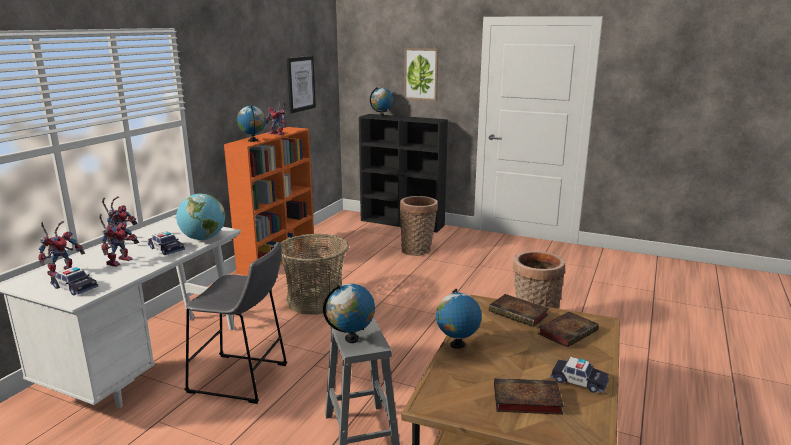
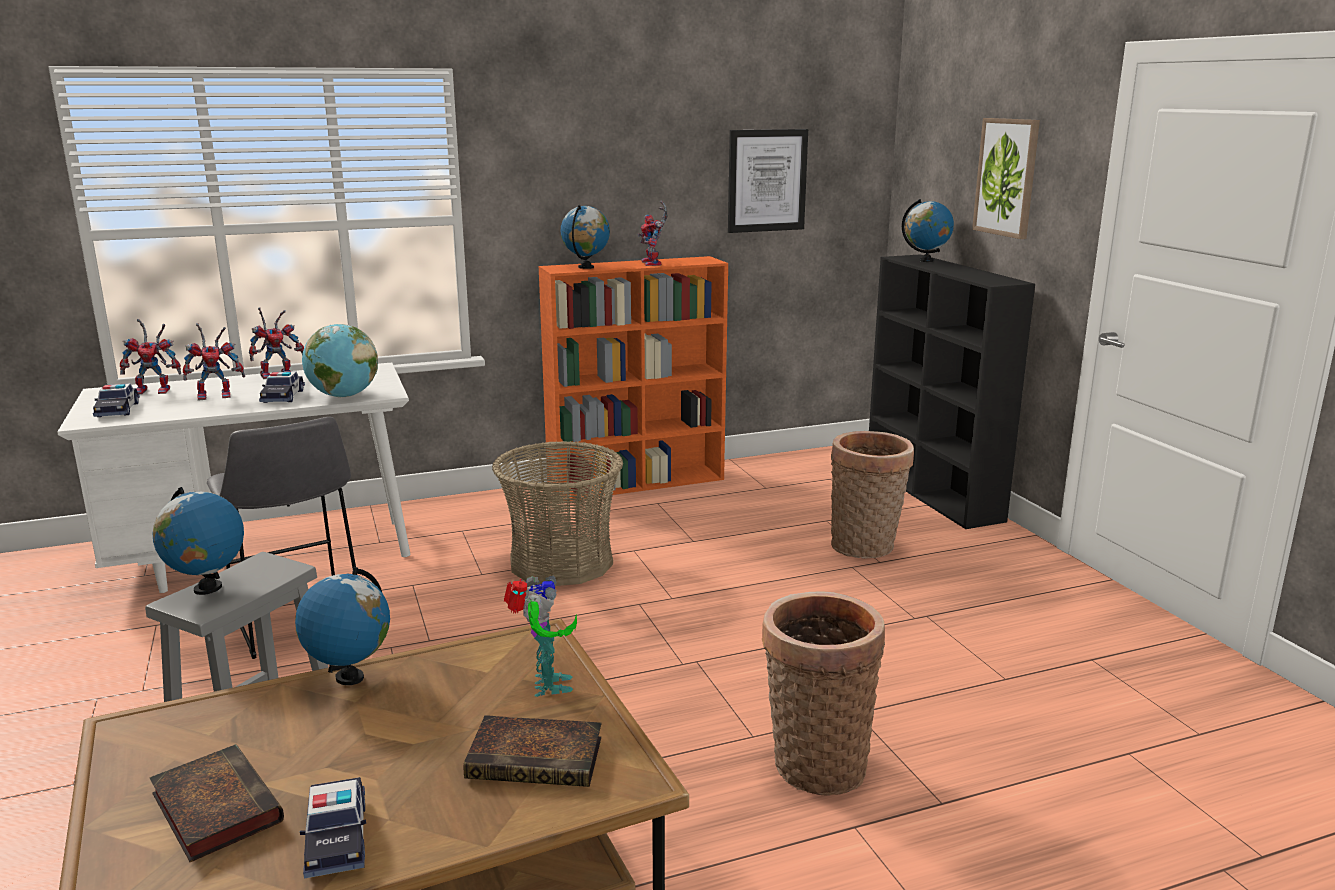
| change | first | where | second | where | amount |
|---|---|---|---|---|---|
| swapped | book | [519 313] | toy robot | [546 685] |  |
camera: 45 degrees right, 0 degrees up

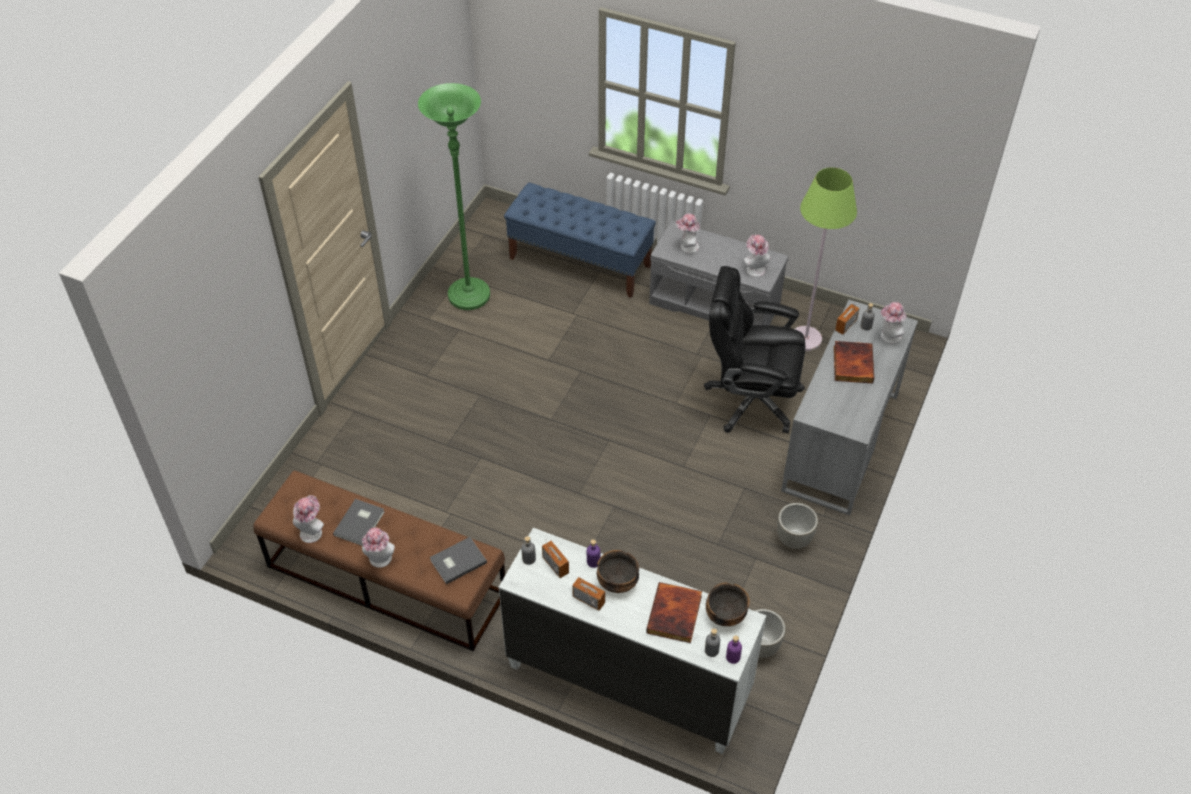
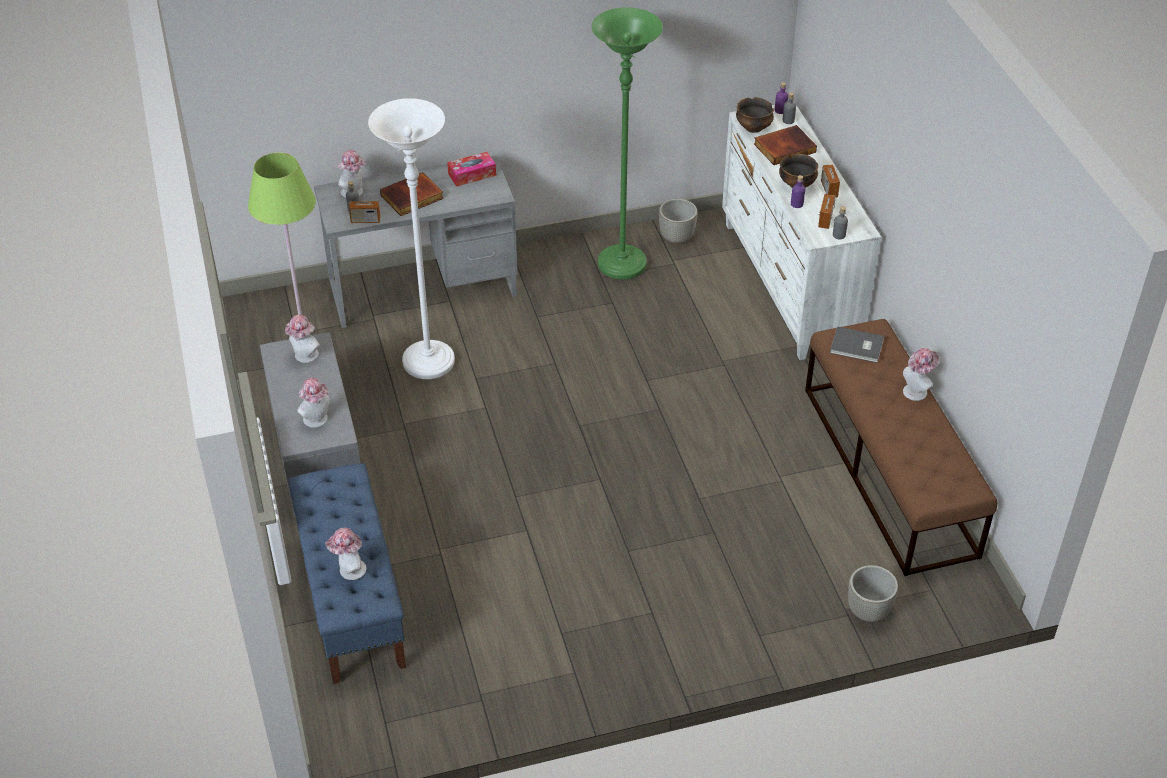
| change | first | where | second | where | amount |
|---|---|---|---|---|---|
| gone | grey book | [360 523] |  |  |  |
| new |  |  | tissue box | [472 174] |  |
| shifted | hat | [312 531] |  | [349 571] |  |
| shifted | green floor lamp | [469 296] |  | [622 265] |  |
| shifted | grey planter | [793 539] |  | [868 611] |  |
| swapped | black office chair | [750 399] | white floor lamp | [428 362] |  |
camera: 130 degrees left, 5 degrees down

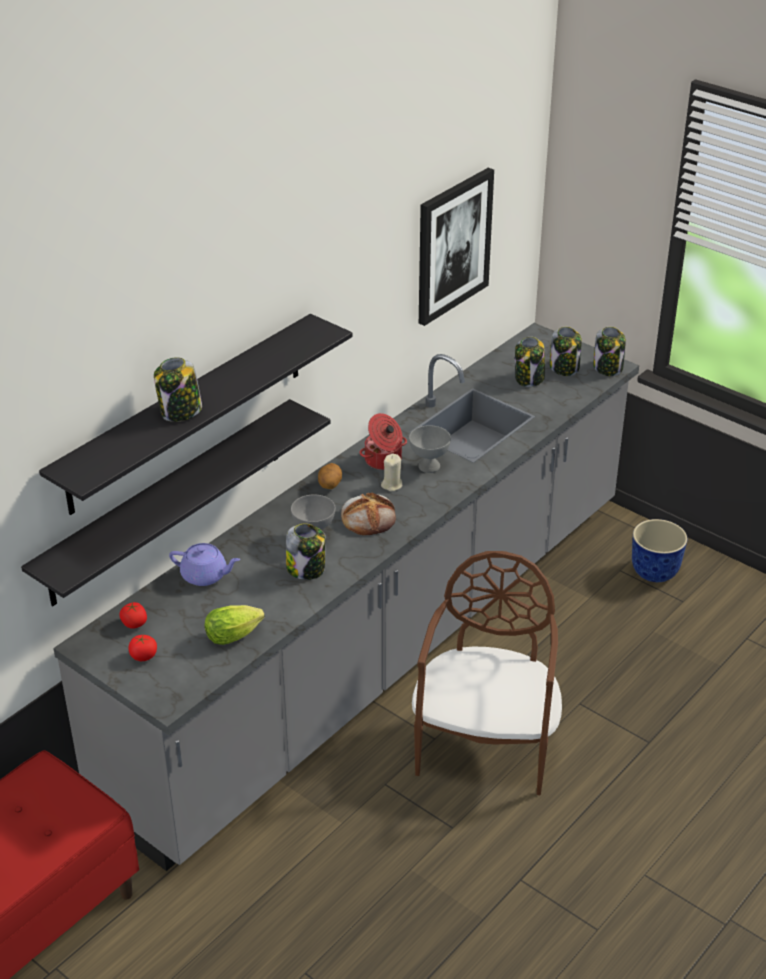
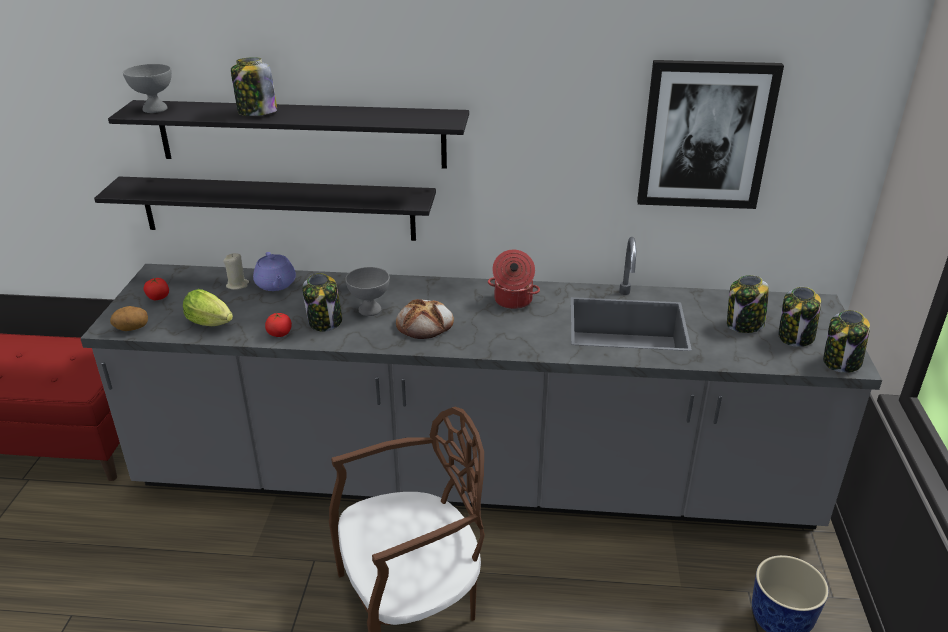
| change | first | where | second | where | amount |
|---|---|---|---|---|---|
| shifted | tomato | [134 624] |  | [279 334] |  |
| shifted | potato | [329 485] |  | [132 328] |  |
| shifted | beige candle | [392 485] |  | [237 285] |  |
| shifted | grey bowl | [429 466] |  | [156 109] |  |
camera: 55 degrees right, 5 degrees down

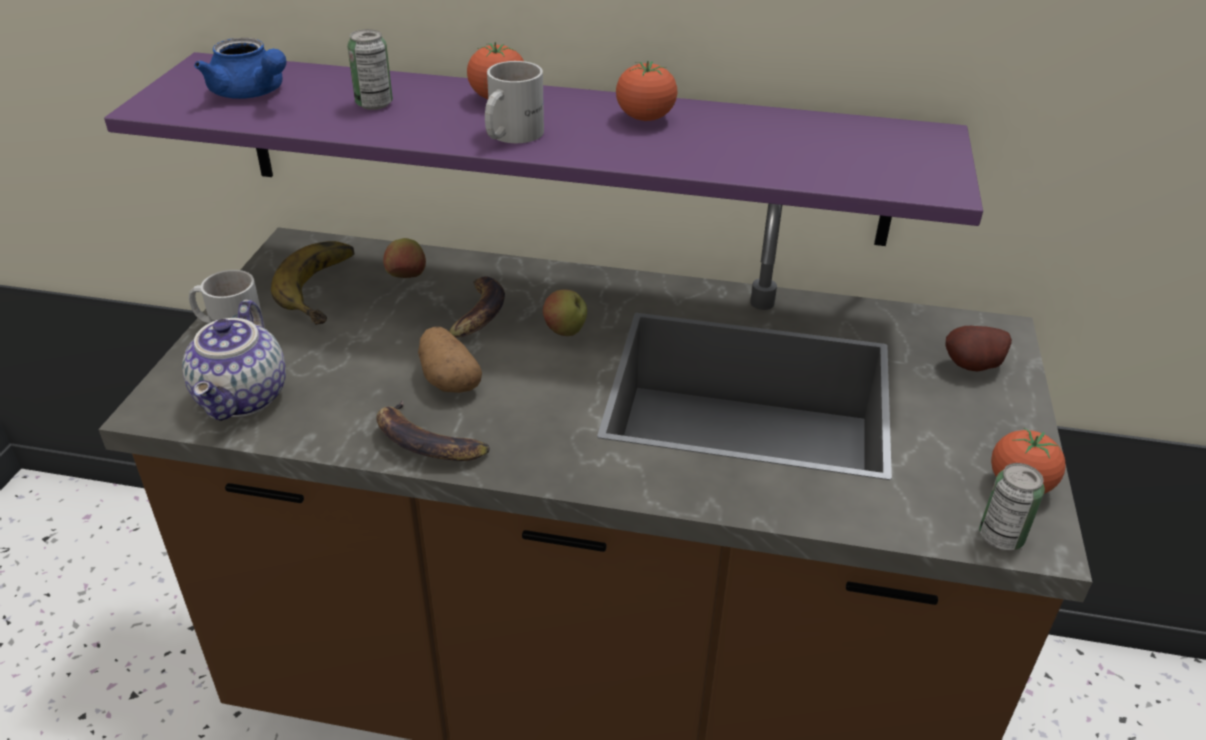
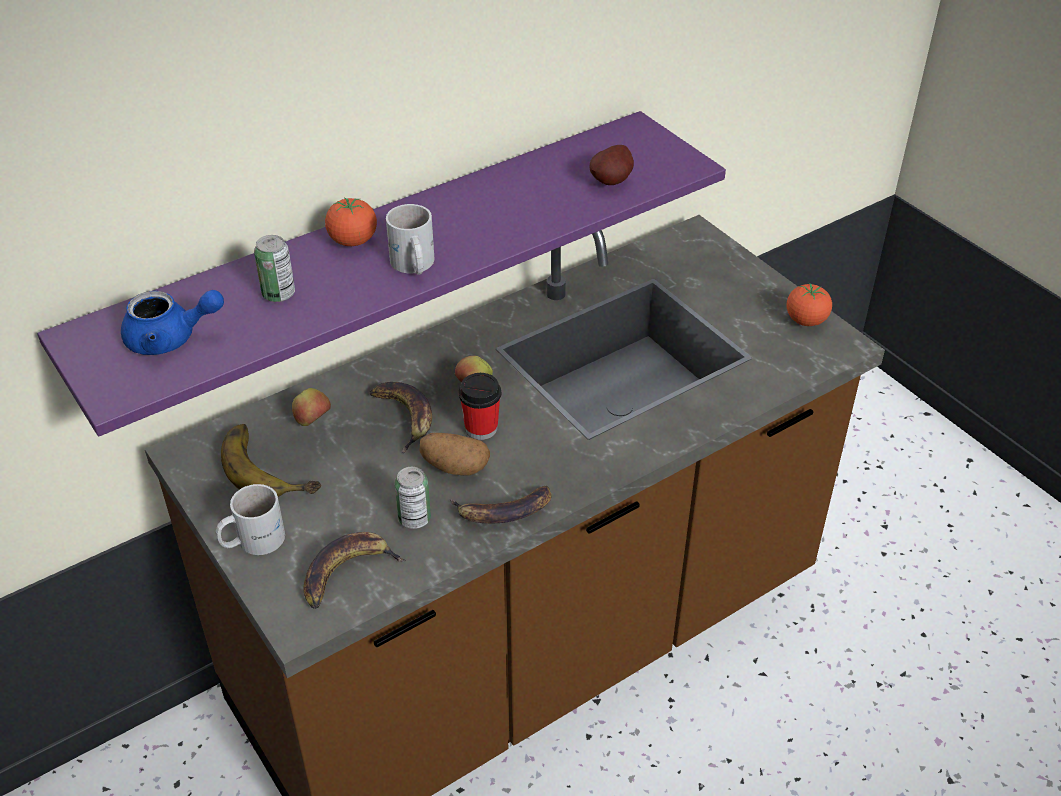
| change | first | where | second | where | amount |
|---|---|---|---|---|---|
| gone | tomato | [645 118] |  |  |  |
| new |  |  | cup | [481 428] |  |
| shifted | potato | [974 368] |  | [613 182] |  |
| shifted | can | [1000 537] |  | [414 519] |  |
| swapped | teapot | [244 398] | banana | [347 572] |  |
camera: 45 degrees left, 5 degrees up

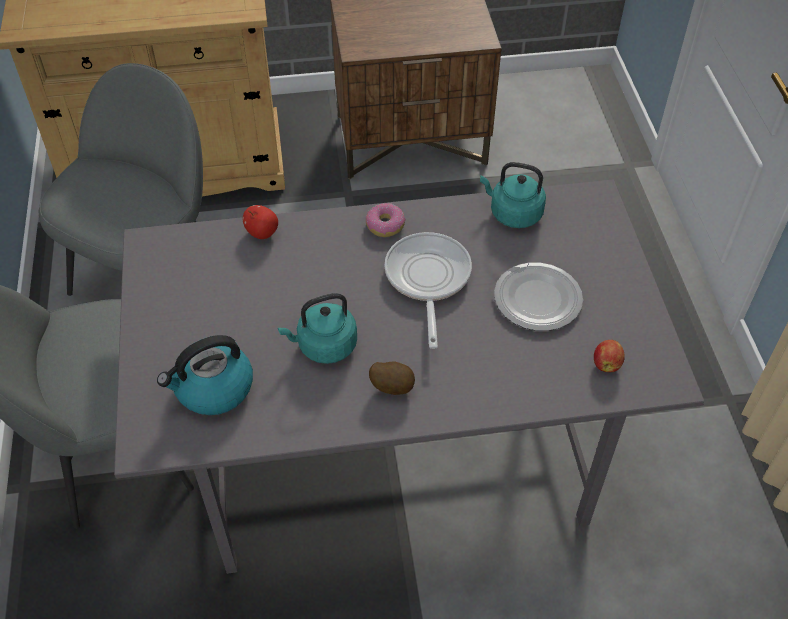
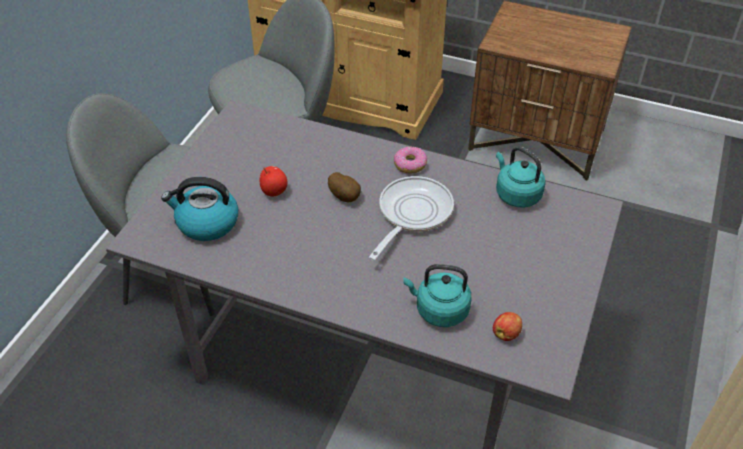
| change | first | where | second | where | amount |
|---|---|---|---|---|---|
| gone | plate | [537 300] |  |  |  |
| shifted | apple | [262 233] |  | [274 191] |  |
| shifted | turquoise kettle | [324 346] |  | [439 310] |  |
| shifted | potato | [392 386] |  | [345 197] |  |
camera: 30 degrees right, 5 degrees down

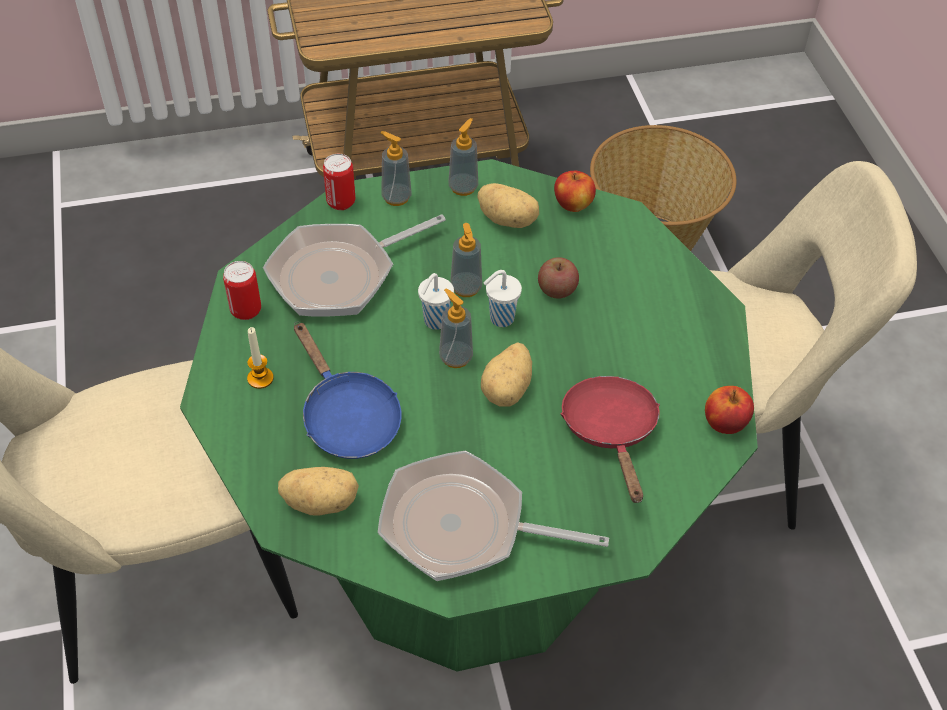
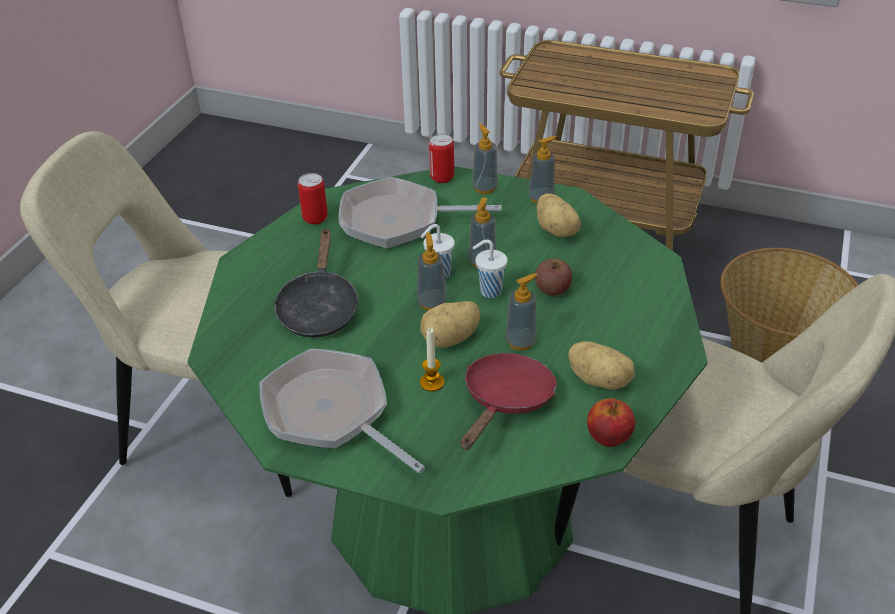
| change | first | where | second | where | amount |
|---|---|---|---|---|---|
| gone | apple | [573 205] |  |  |  |
| new |  |  | soap dispenser | [521 341] |  |
| shifted | candle | [260 378] |  | [432 382] |  |
| shifted | potato | [321 501] |  | [600 380] |  |
| repainted | blue frying pan | [347 417] | black frying pan | [319 308] |  |
camera: 35 degrees right, 10 degrees down

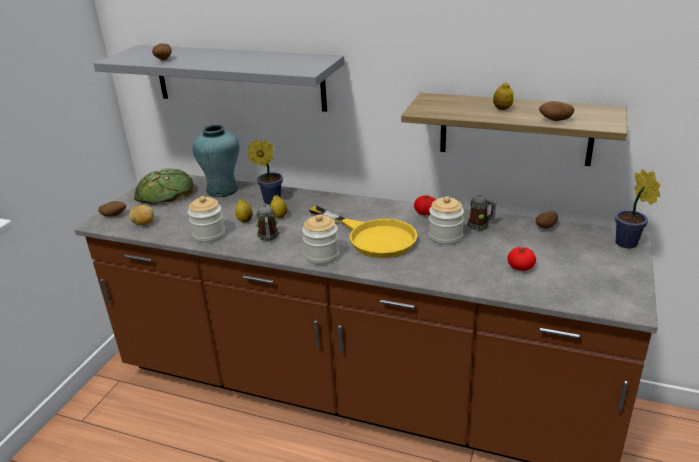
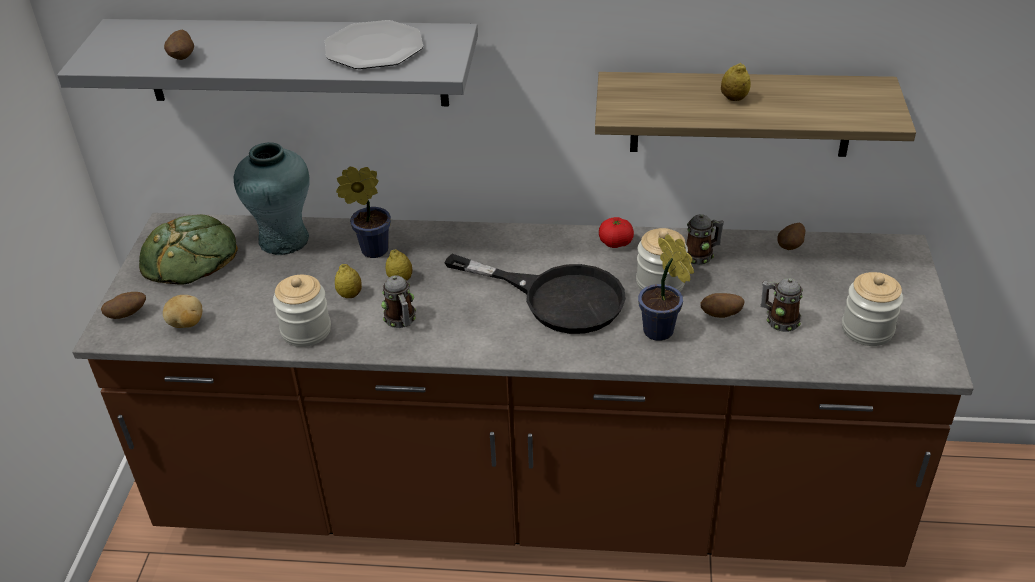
| change | first | where | second | where | amount |
|---|---|---|---|---|---|
| new |  |  | plate | [374 48] |  |
| shifted | jar | [322 256] |  | [867 330] |  |
| shifted | potato | [555 120] |  | [721 315] |  |
| shifted | potted plant | [628 244] |  | [661 333] |  |
| swapped | tomato | [520 267] | mug | [779 320] |  |
| repainted | yellow frying pan | [372 237] | black frying pan | [557 297] |  |
camera: 15 degrees left, 10 degrees up

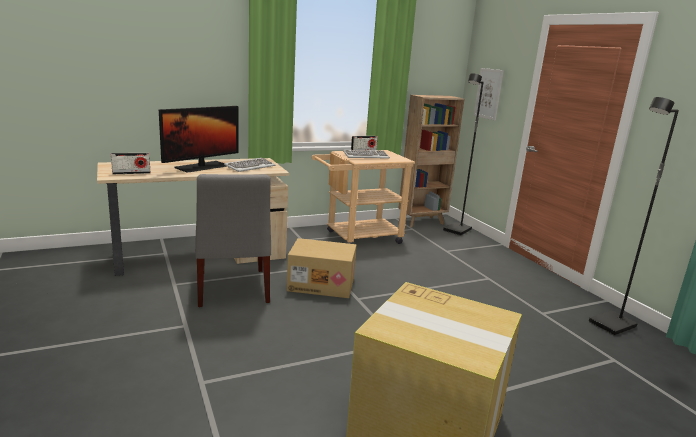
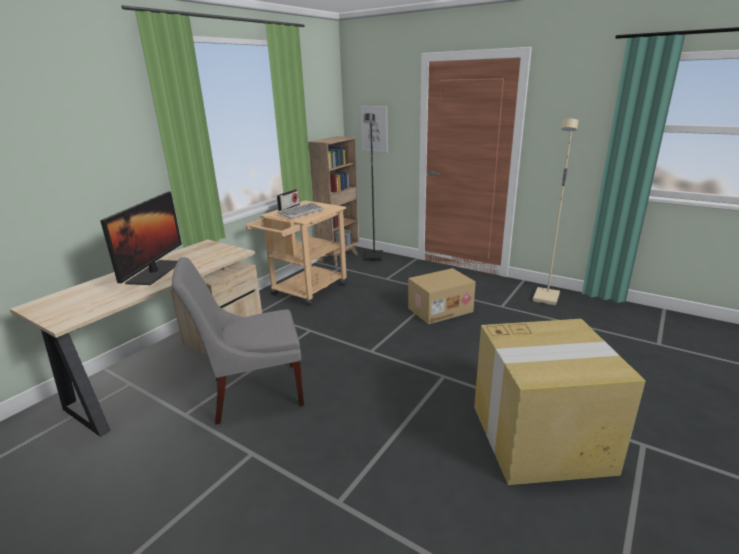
| change | first | where | second | where | amount |
|---|---|---|---|---|---|
| gone | radio | [131 173] |  |  |  |
| gone | keyboard | [250 167] |  |  |  |
| shifted | cardboard box | [322 284] |  | [440 309] |  |
| repainted | black floor lamp | [612 325] | beige floor lamp | [546 298] |  |
| rotated | grey chair | [232 289] |  | [252 392] | 120 degrees clockwise |
camera: 30 degrees left, 5 degrees up

